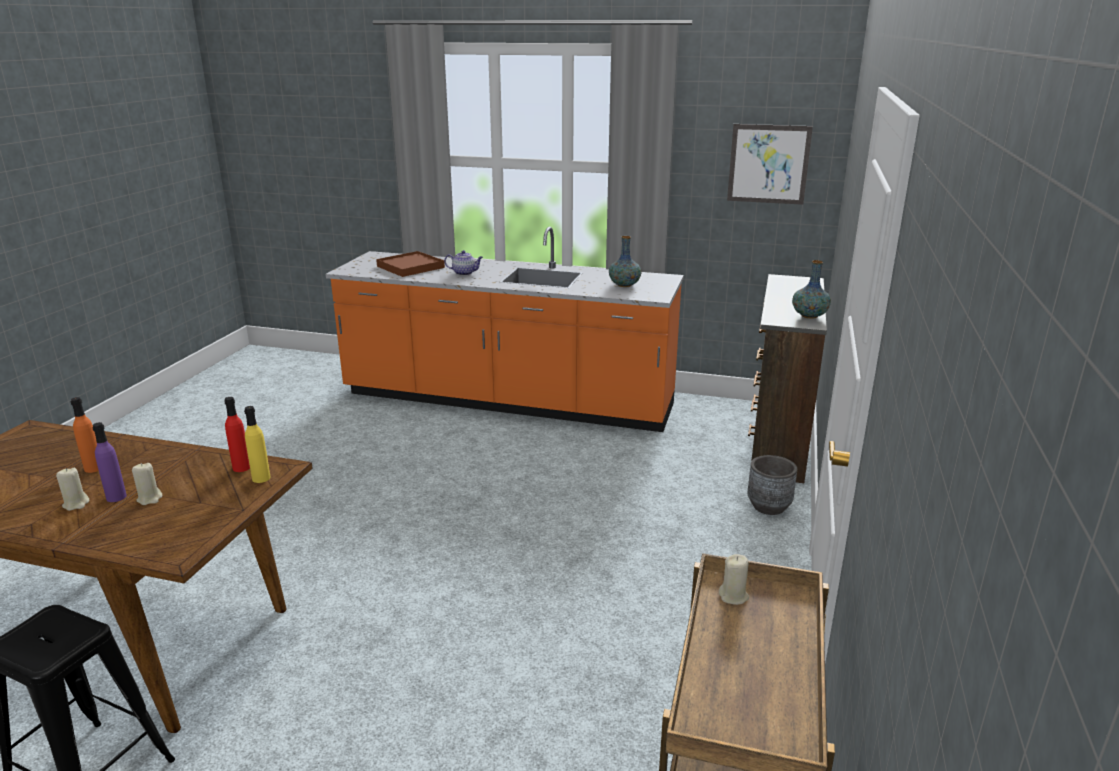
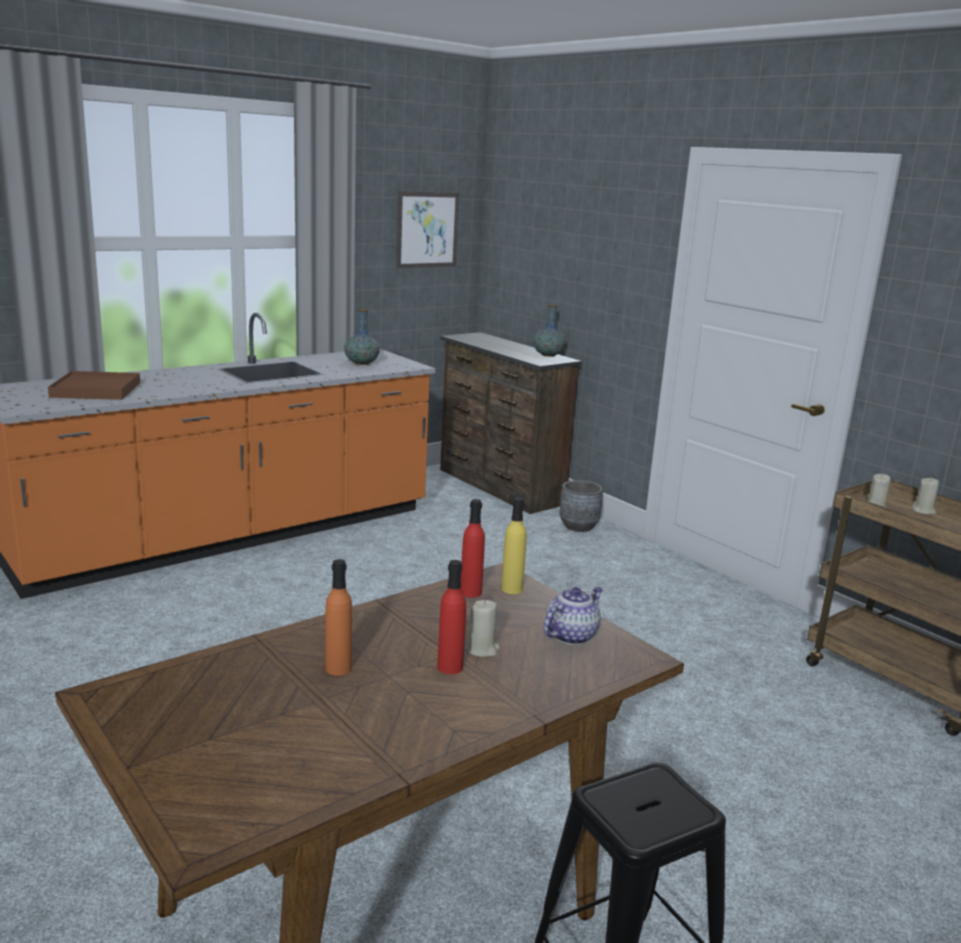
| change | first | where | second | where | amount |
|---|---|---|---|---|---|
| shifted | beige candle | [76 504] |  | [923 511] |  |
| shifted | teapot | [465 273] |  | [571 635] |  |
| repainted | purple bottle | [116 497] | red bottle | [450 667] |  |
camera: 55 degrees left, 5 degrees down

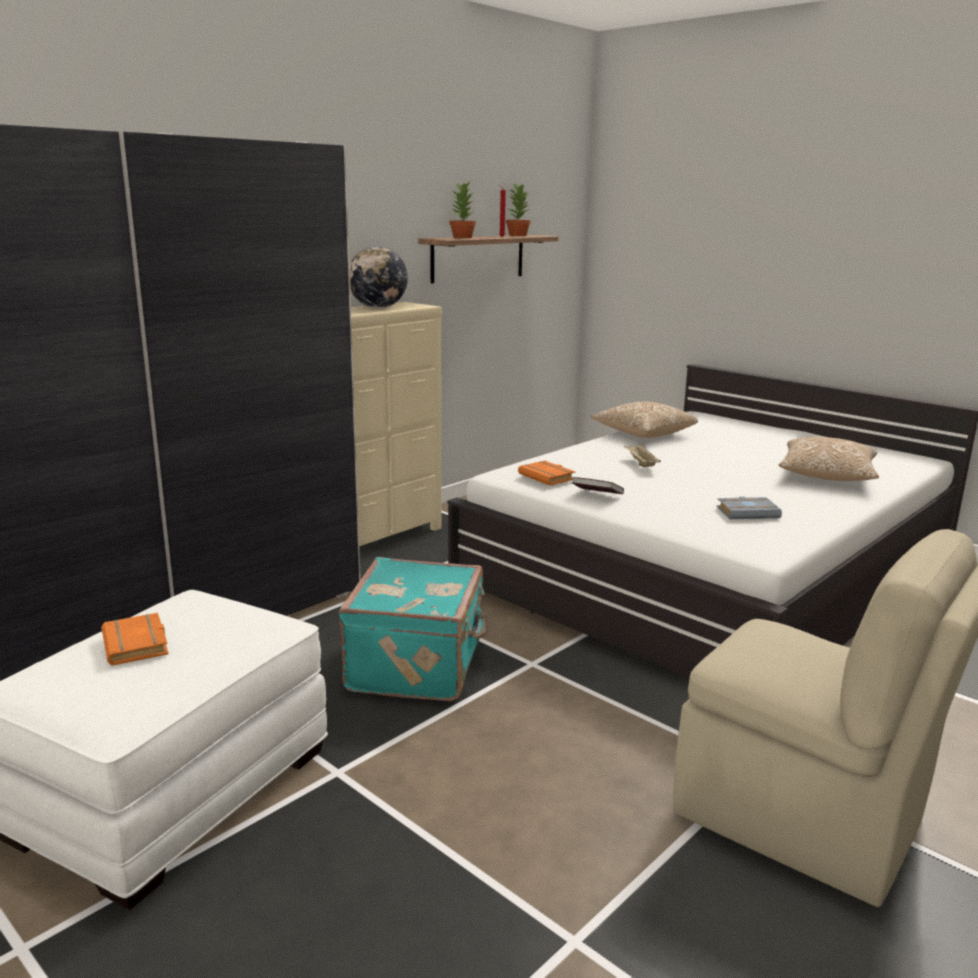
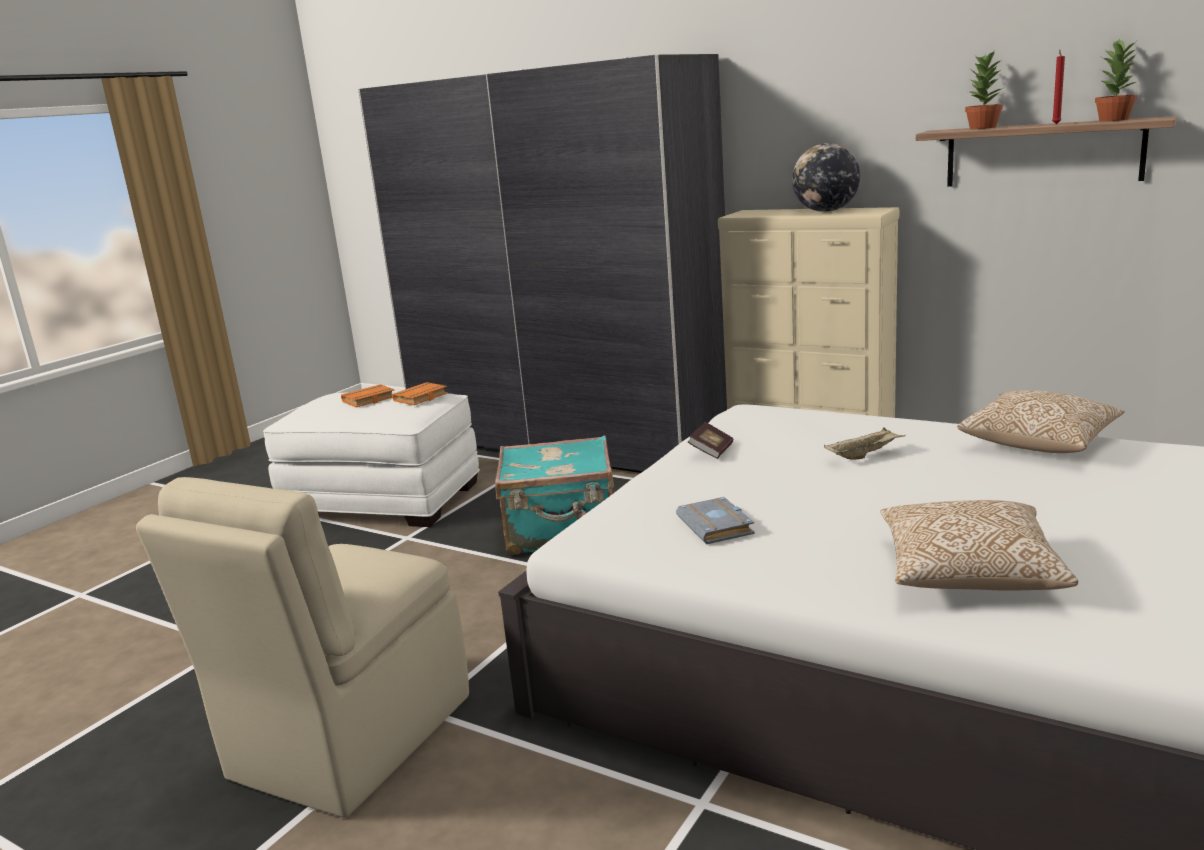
| change | first | where | second | where | amount |
|---|---|---|---|---|---|
| shifted | orange book | [548 477] |  | [421 398] |  |
camera: 80 degrees right, 0 degrees up

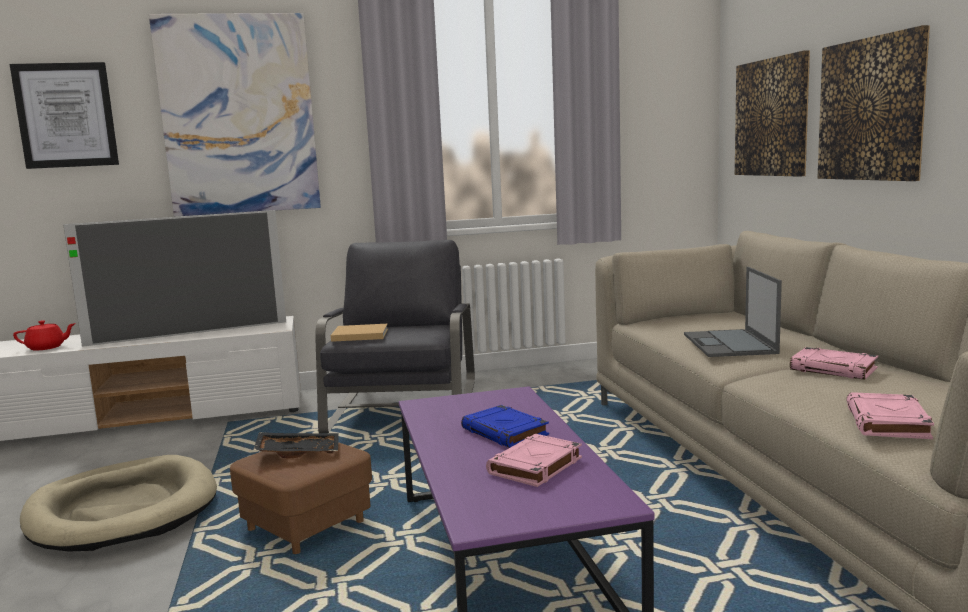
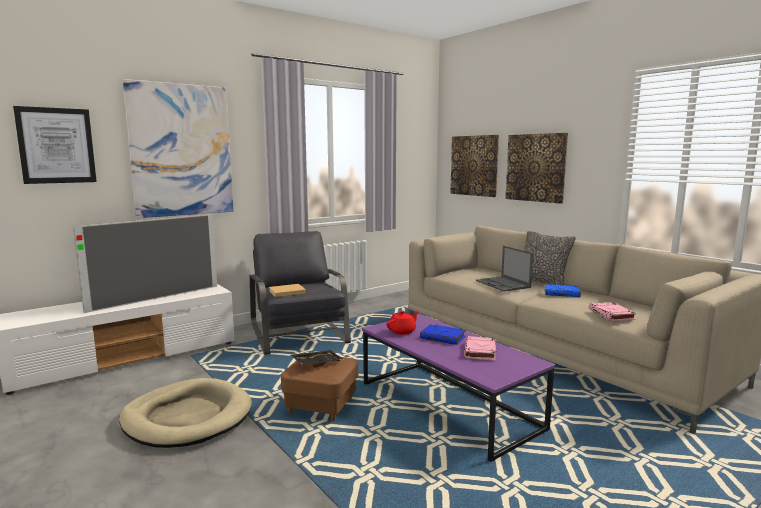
| change | first | where | second | where | amount |
|---|---|---|---|---|---|
| new |  |  | pillow | [542 282] |  |
| shifted | red teapot | [47 347] |  | [402 331] |  |
| repainted | pink book | [834 369] | blue book | [562 293] |  |
camera: 25 degrees left, 0 degrees up

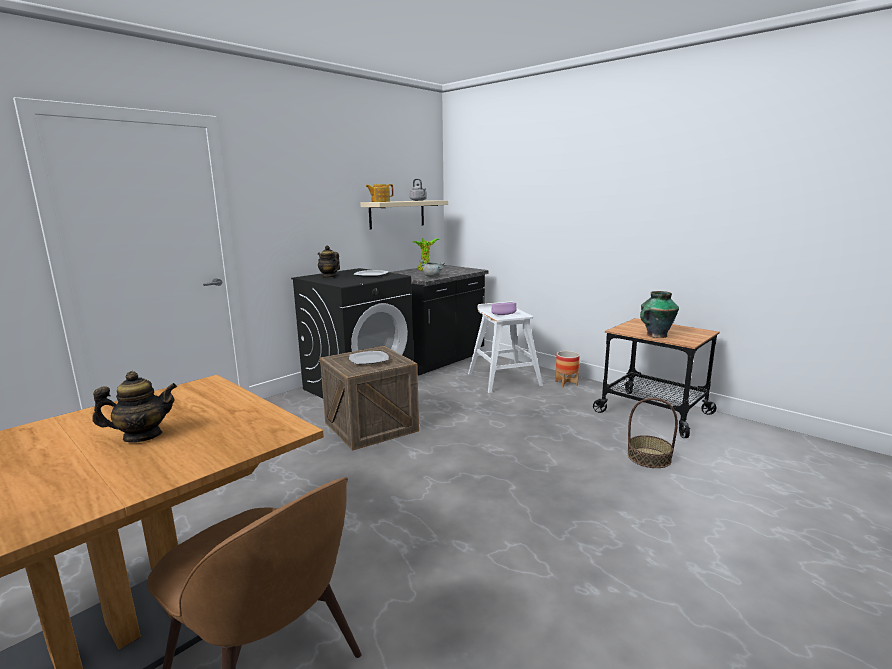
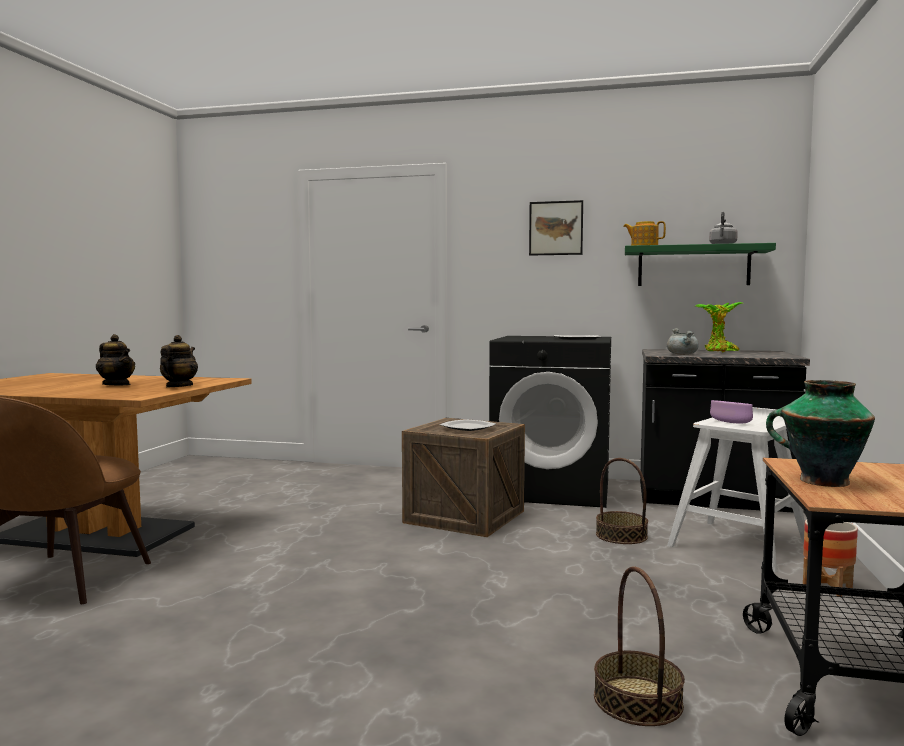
| change | first | where | second | where | amount |
|---|---|---|---|---|---|
| new |  |  | picture | [556 228] |  |
| new |  |  | basket | [621 535] |  |
| shifted | teapot | [329 276] |  | [178 386] |  |
| repainted | beige shelf | [397 214] | green shelf | [693 266] |  |
camera: 60 degrees right, 10 degrees down

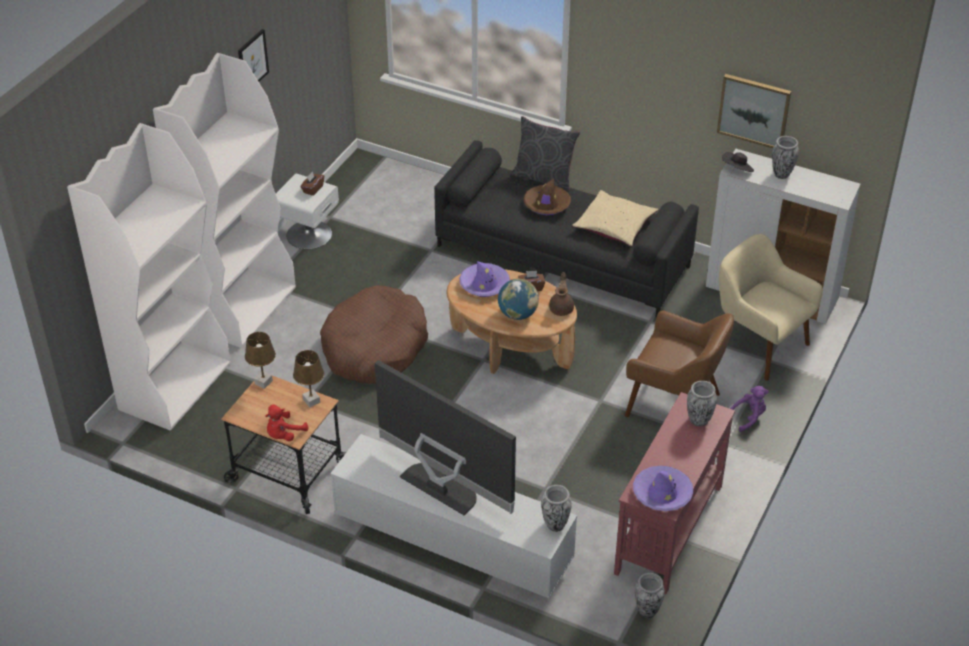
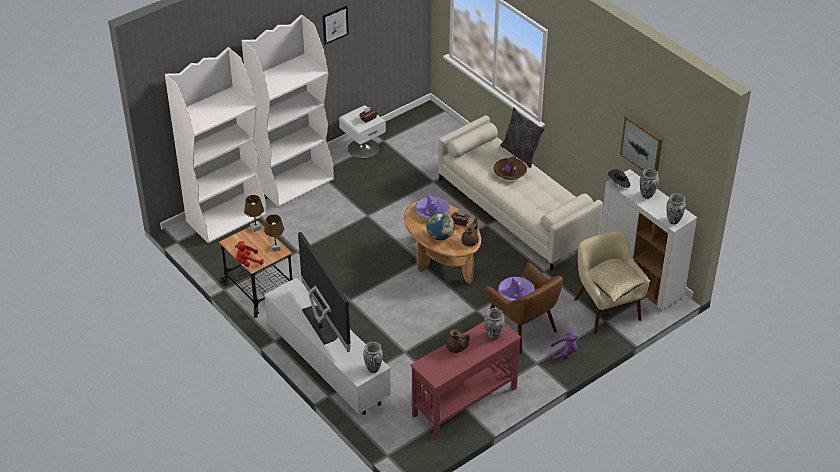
| change | first | where | second | where | amount |
|---|---|---|---|---|---|
| gone | brown dog bed | [374 347] |  |  |  |
| new |  |  | brown teapot | [456 348] |  |
| shifted | beige pillow | [615 225] |  | [615 283] |  |
| shifted | purple hat | [662 493] |  | [516 293] |  |
| shifted | vase | [647 611] |  | [673 220] |  |
| repainted | black sofa | [563 256] | beige sofa | [517 211] |  |
camera: 25 degrees right, 0 degrees up

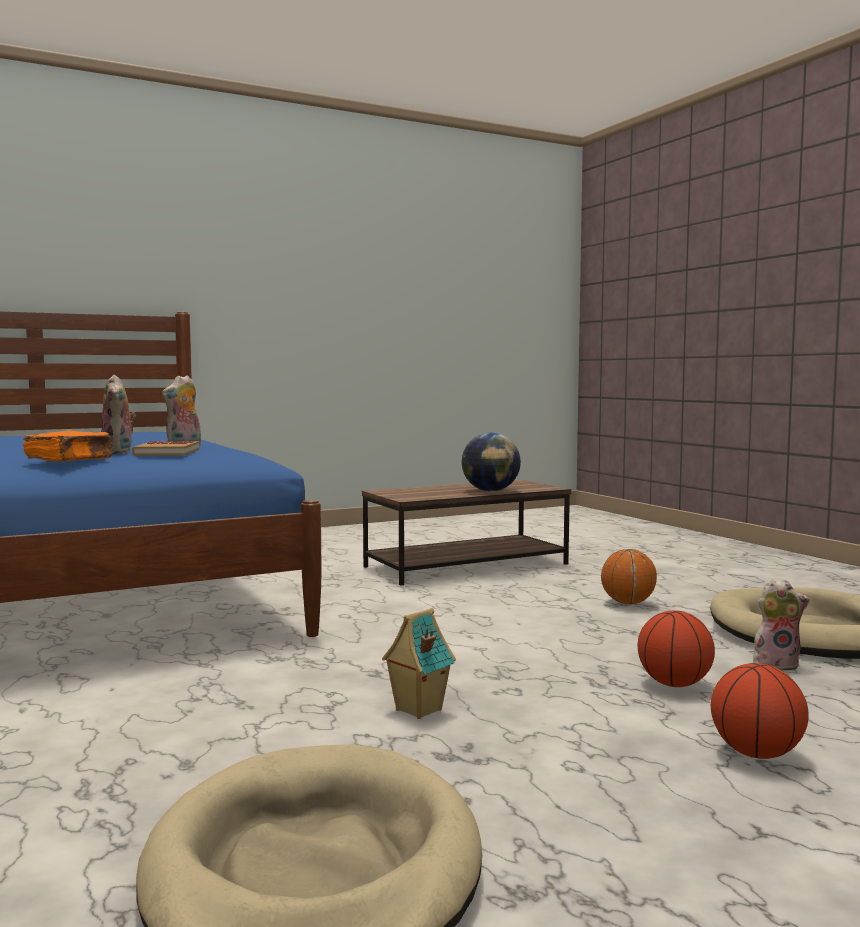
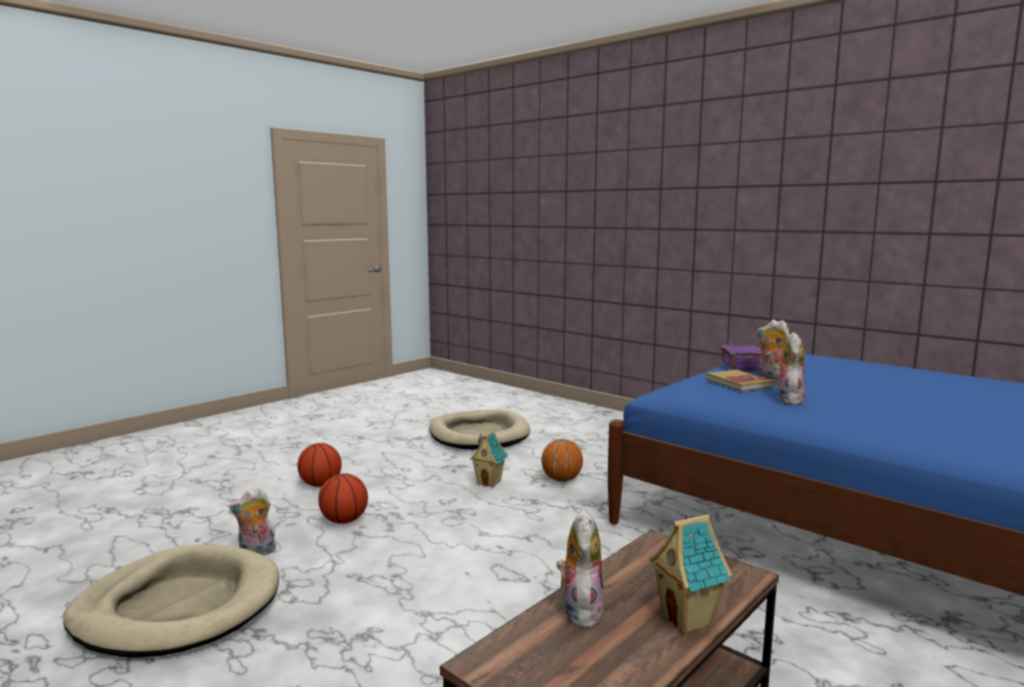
| change | first | where | second | where | amount |
|---|---|---|---|---|---|
| new |  |  | toy house | [688 620] |  |
| shifted | basketball | [628 603] |  | [561 480] |  |
| swapped | globe | [490 491] | plush toy | [580 611] |  |
| repainted | orange book | [70 460] | purple book | [742 367] |  |
camera: 160 degrees right, 5 degrees up

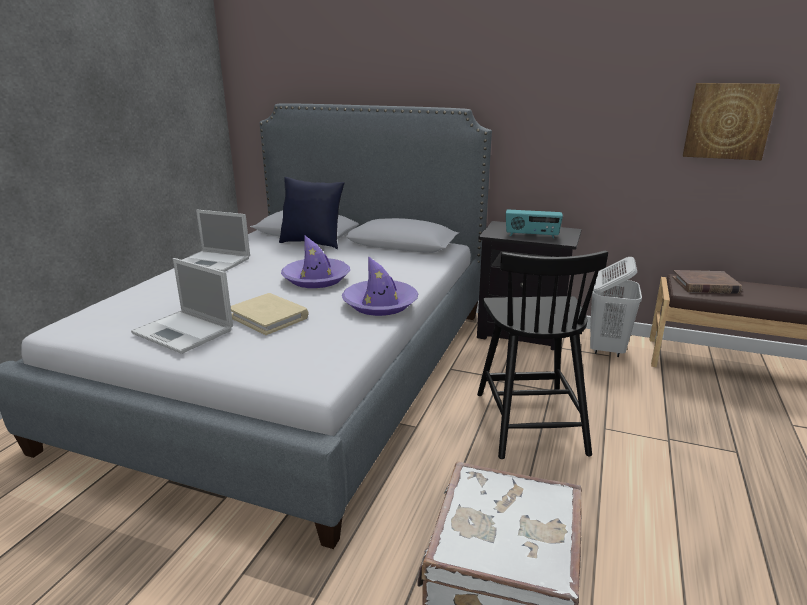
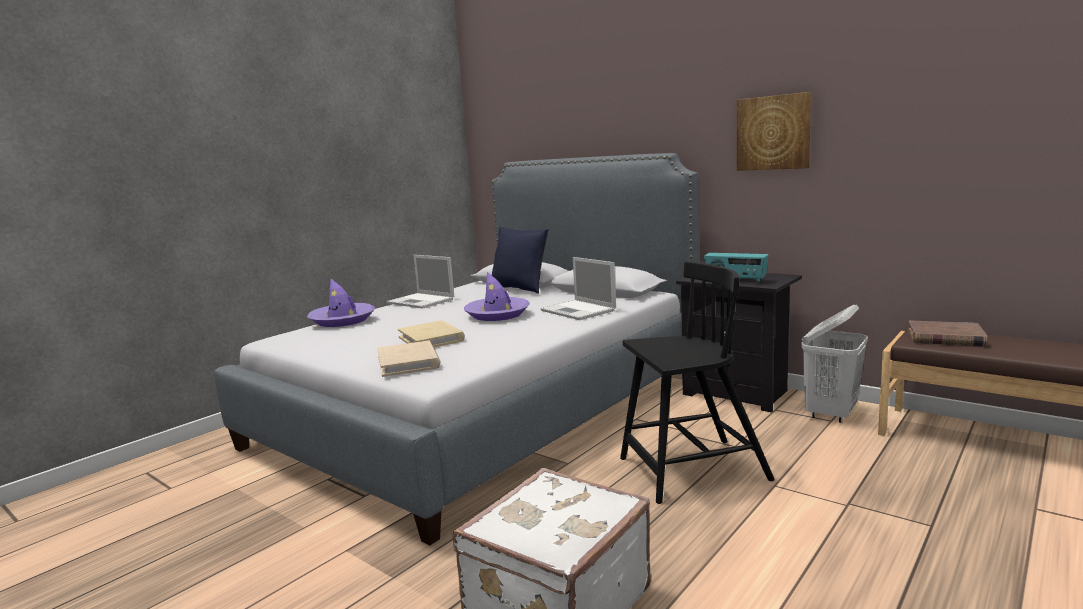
| change | first | where | second | where | amount |
|---|---|---|---|---|---|
| new |  |  | beige book | [408 362] |  |
| shifted | laptop | [184 332] |  | [579 311] |  |
| shifted | purple hat | [380 304] |  | [342 320] |  |
| shifted | picture | [728 121] |  | [773 133] |  |
| rotated | black chair | [529 421] |  | [691 470] | 120 degrees counterclockwise |
camera: 20 degrees right, 10 degrees down

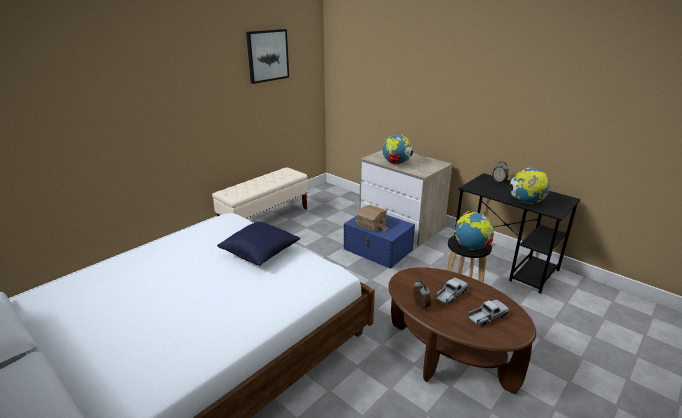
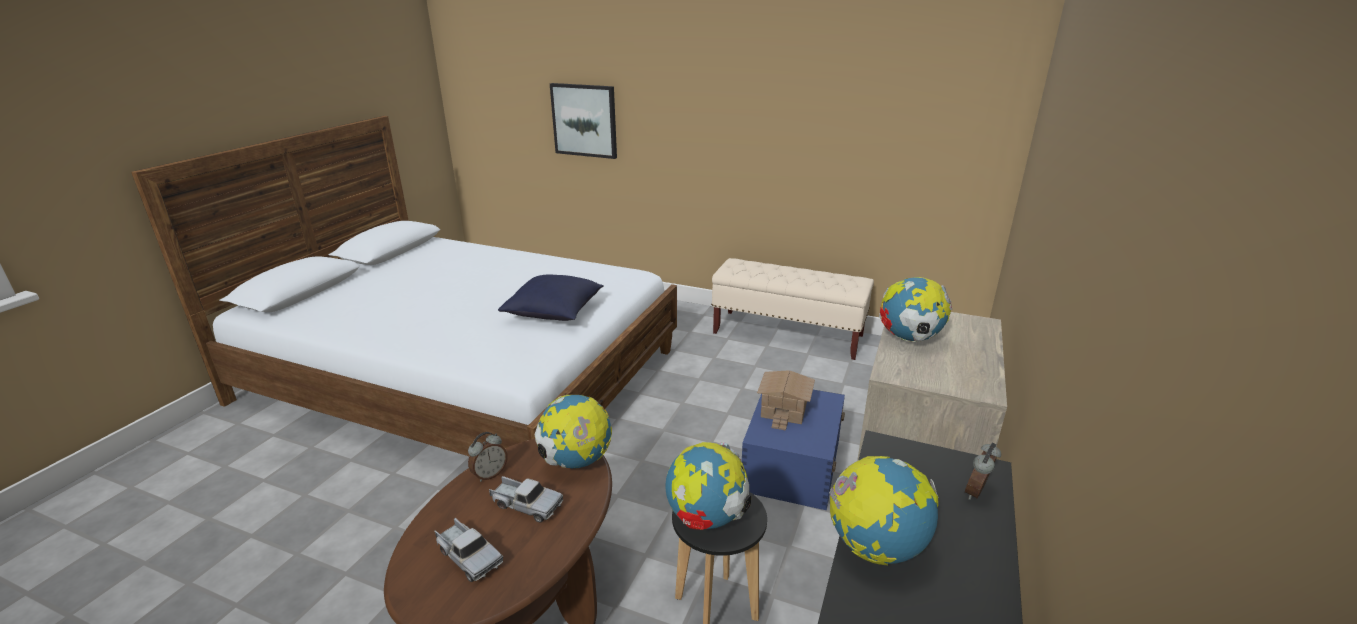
| change | first | where | second | where | amount |
|---|---|---|---|---|---|
| new |  |  | globe | [576 461] |  |
| shifted | picture | [267 55] |  | [584 120] |  |
camera: 70 degrees right, 0 degrees up

